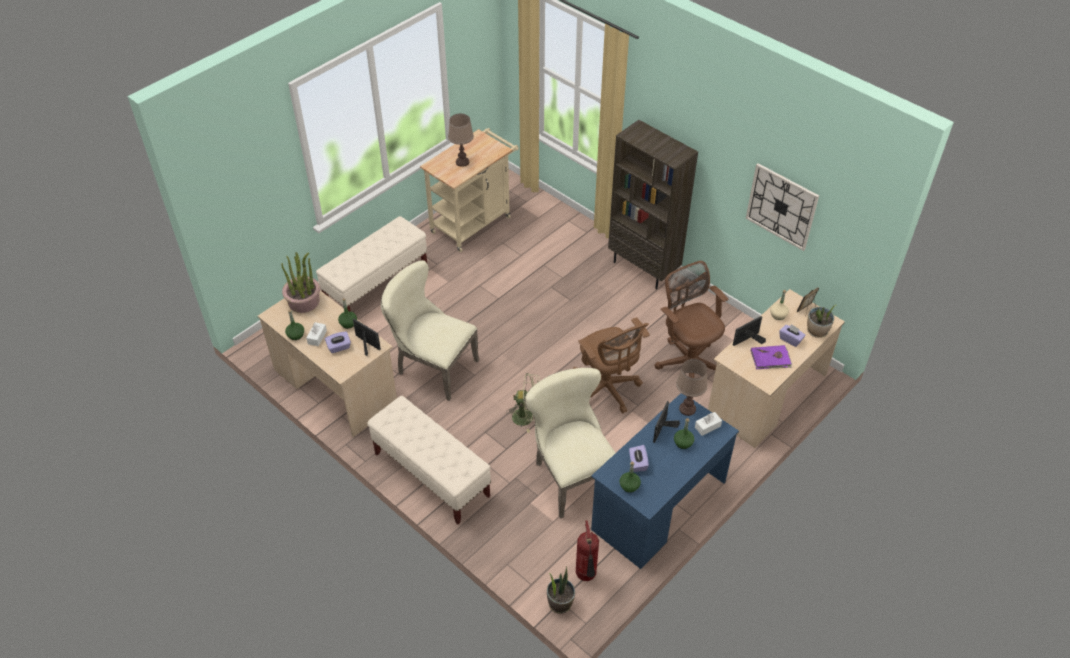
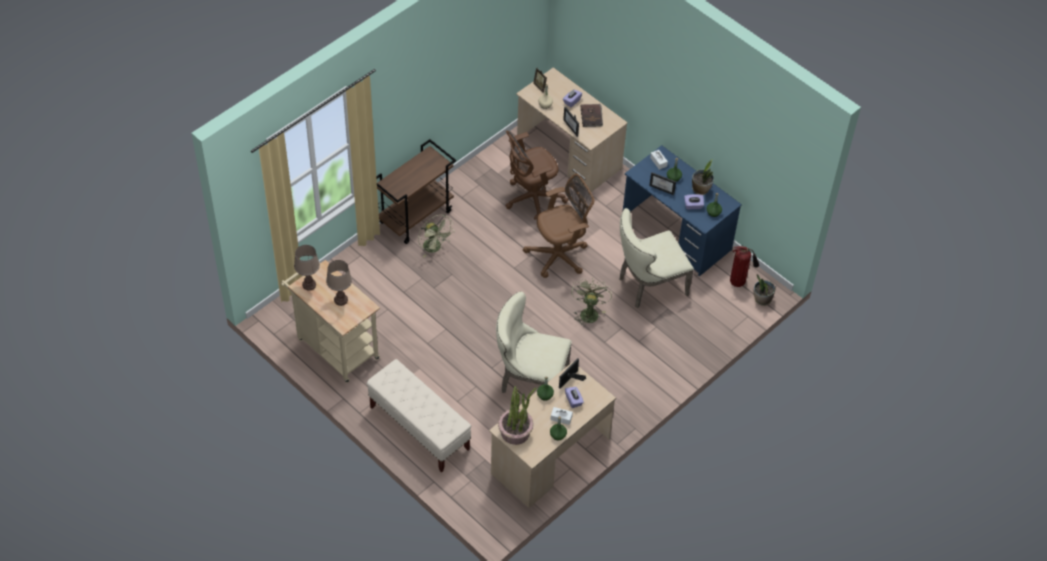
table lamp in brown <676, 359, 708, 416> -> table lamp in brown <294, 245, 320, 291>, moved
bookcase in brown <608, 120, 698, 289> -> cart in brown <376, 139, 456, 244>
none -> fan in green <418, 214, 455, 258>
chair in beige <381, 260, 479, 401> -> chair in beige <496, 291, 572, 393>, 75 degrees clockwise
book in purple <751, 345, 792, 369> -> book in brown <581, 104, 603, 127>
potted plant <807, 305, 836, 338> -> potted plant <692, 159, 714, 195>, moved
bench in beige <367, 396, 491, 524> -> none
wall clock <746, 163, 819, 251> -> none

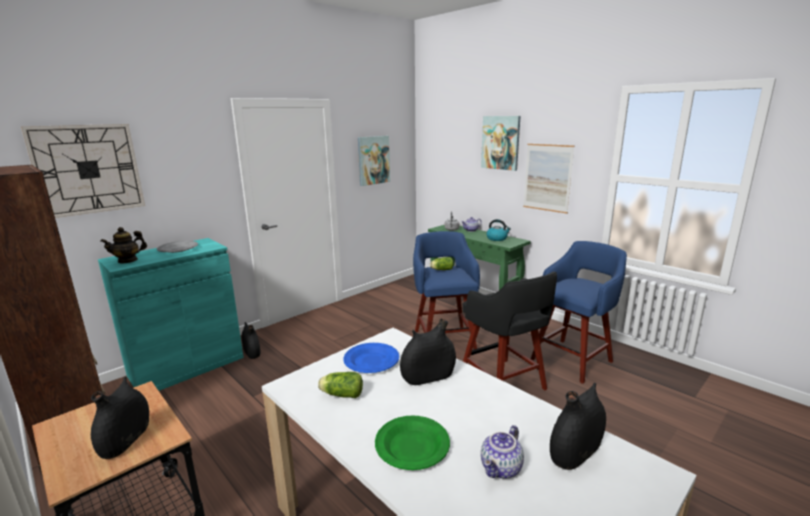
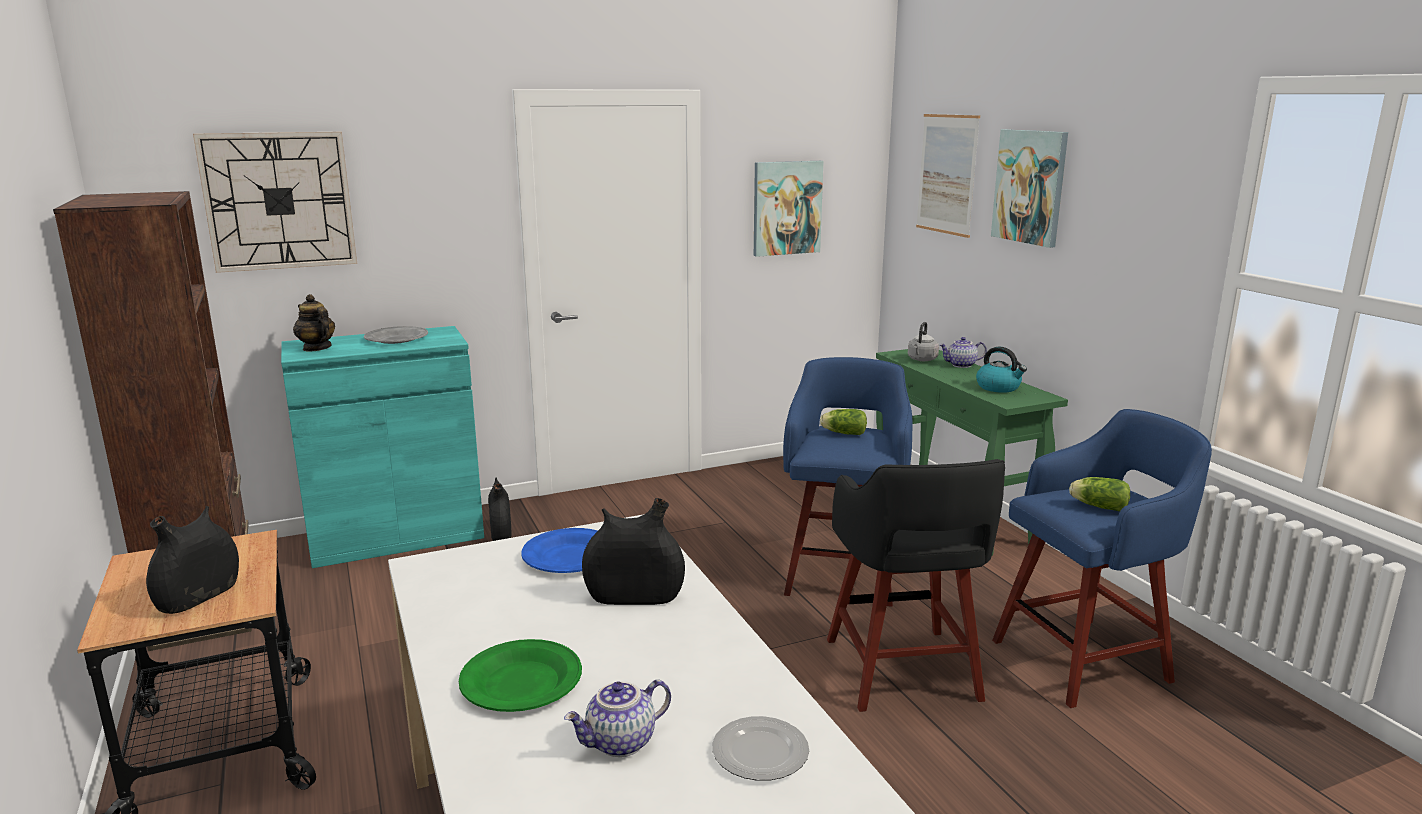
teapot <101, 227, 147, 264> -> teapot <293, 294, 335, 351>, 60 degrees clockwise
vase in black <550, 383, 606, 470> -> plate <712, 716, 809, 781>
picture <523, 144, 575, 214> -> picture <916, 114, 980, 238>, moved
lettuce <318, 372, 363, 398> -> lettuce <1069, 477, 1130, 511>, moved

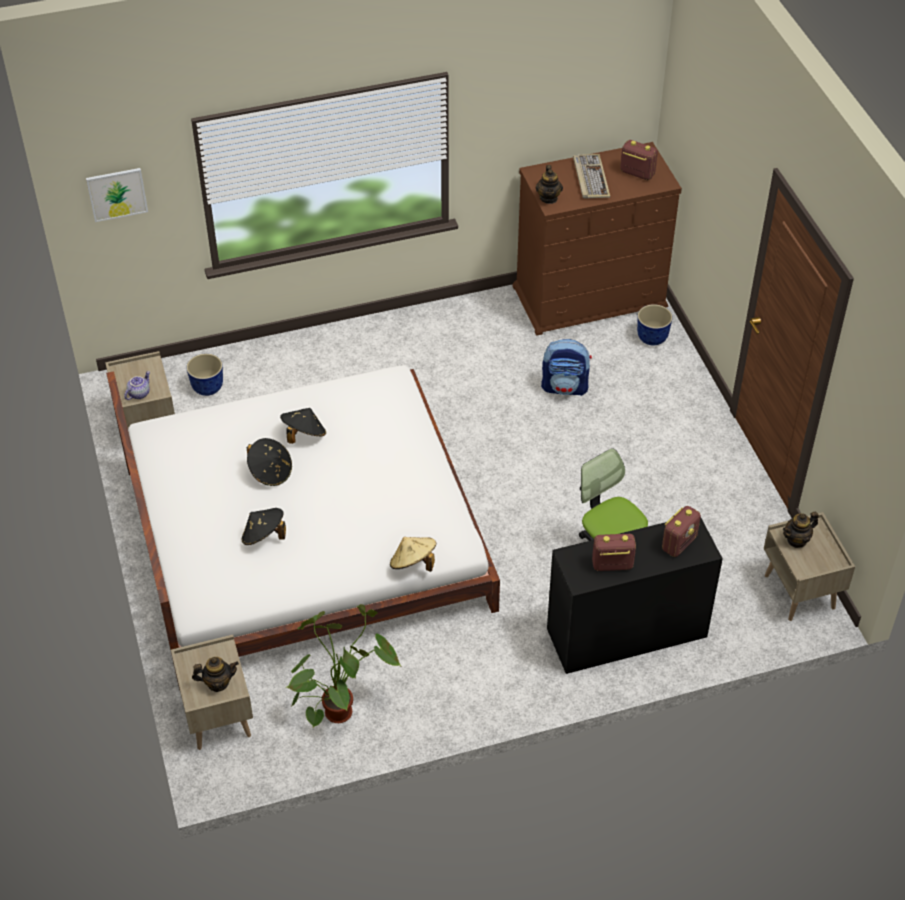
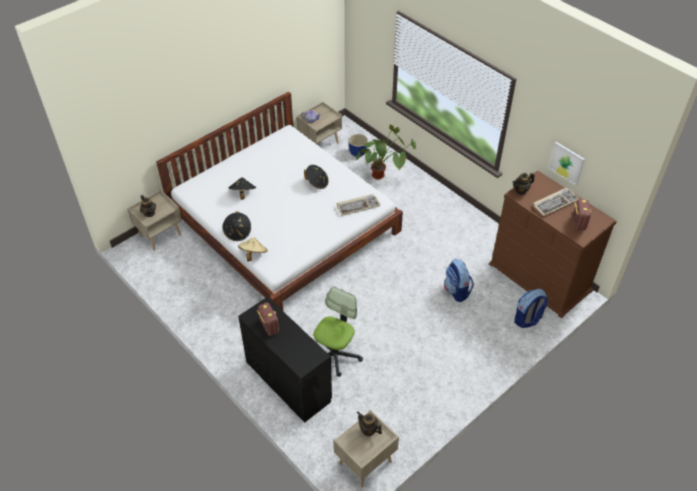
hat in black <247, 438, 292, 486> -> hat in black <222, 211, 251, 241>, moved
none -> keyboard <337, 194, 380, 216>
potted plant <286, 604, 402, 727> -> potted plant <356, 125, 416, 180>, moved
planter <637, 304, 673, 346> -> backpack <514, 289, 548, 328>
picture <86, 168, 148, 222> -> picture <549, 142, 585, 185>, moved
radio <662, 506, 701, 557> -> none

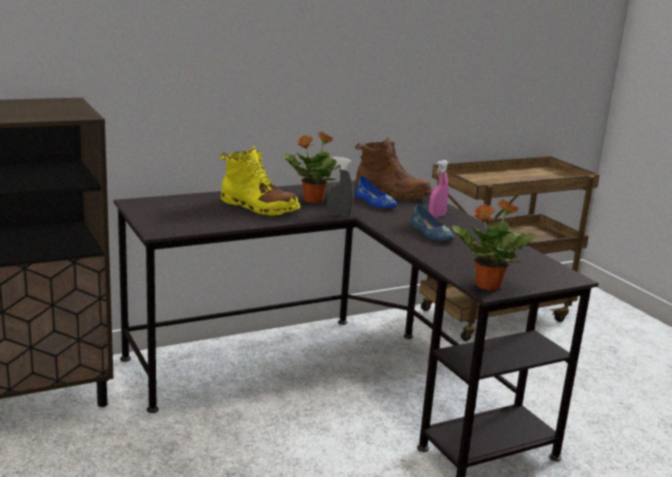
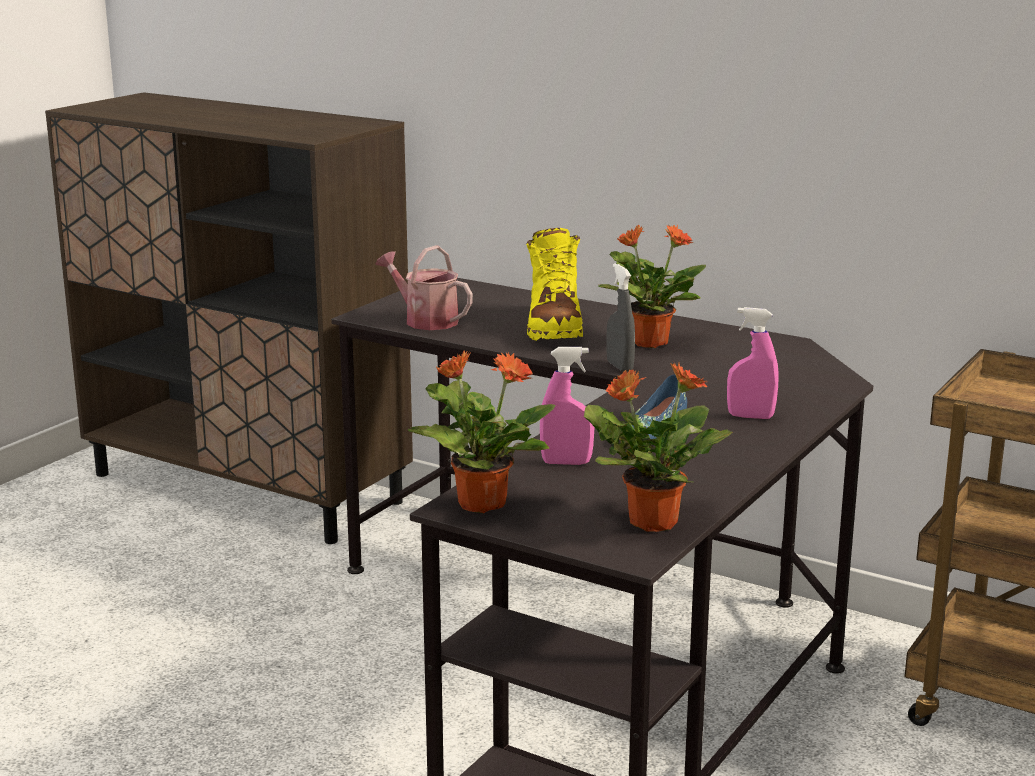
none -> watering can <375, 245, 473, 330>
none -> spray bottle in pink <540, 347, 595, 465>
none -> potted plant <584, 362, 733, 532>
boot in brown <355, 137, 433, 200> -> none
shoe in blue <355, 177, 397, 208> -> none

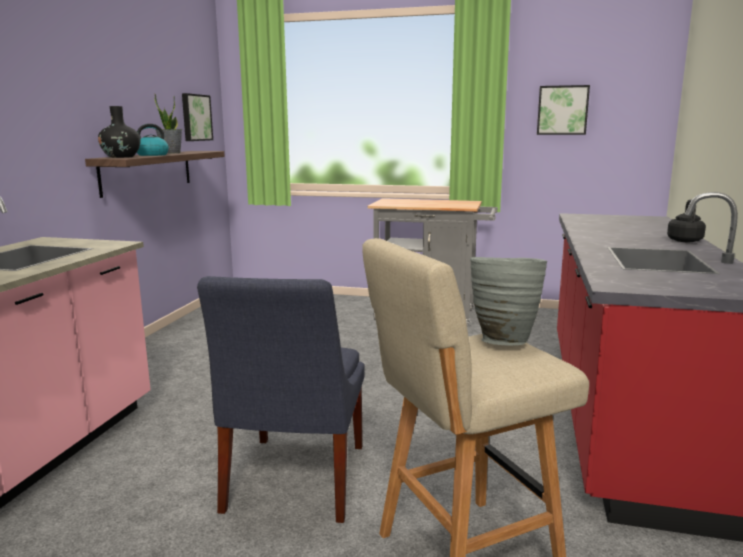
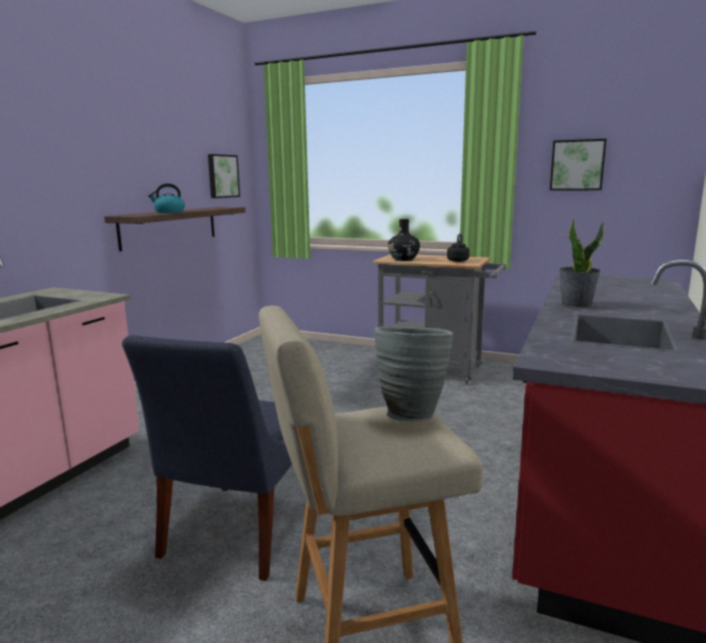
vase in black <98, 106, 141, 158> -> vase in black <388, 219, 420, 261>, moved
kettle in black <667, 200, 706, 242> -> kettle in black <447, 234, 469, 262>, moved
potted plant <155, 94, 182, 154> -> potted plant <559, 219, 604, 308>, moved

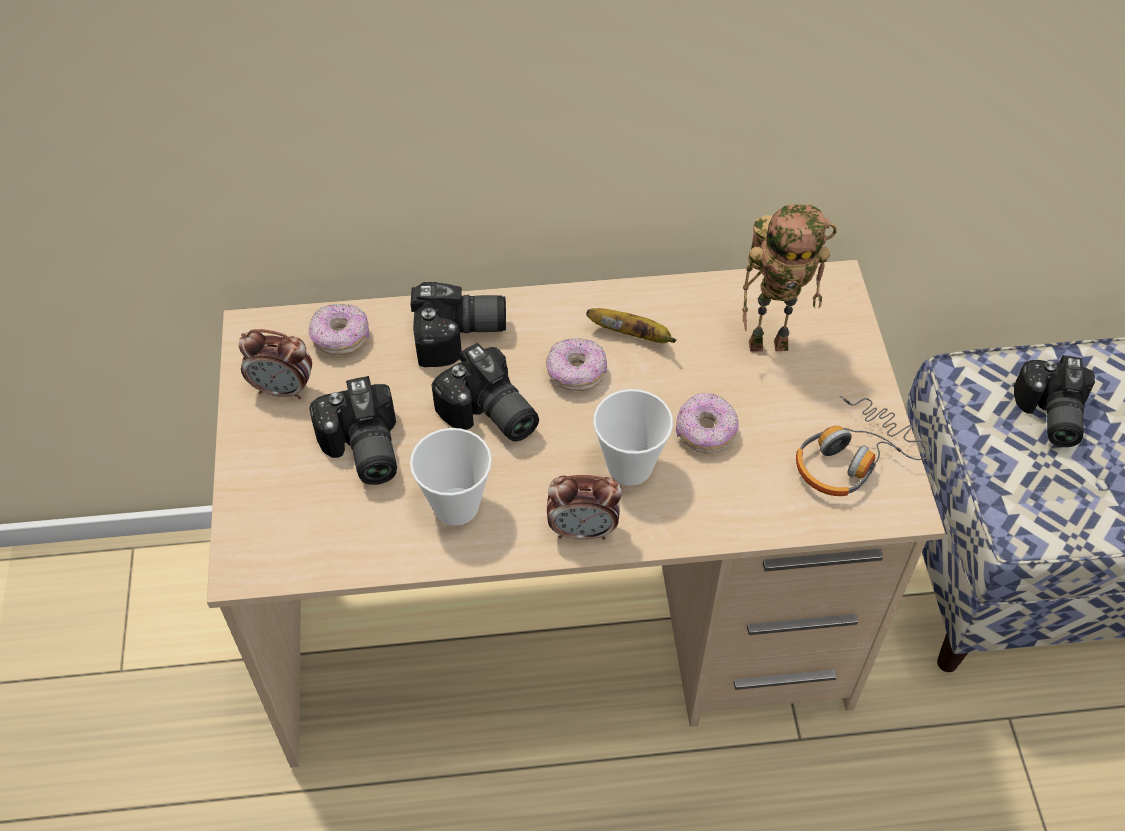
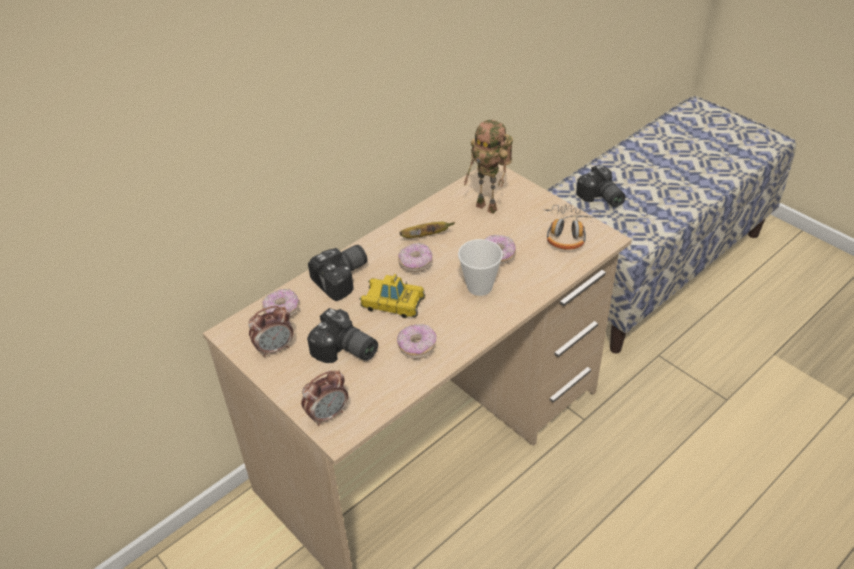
alarm clock <547, 475, 622, 540> -> alarm clock <301, 370, 348, 426>, moved
photo camera <431, 343, 539, 442> -> toy car <360, 274, 425, 318>
cup <410, 428, 492, 526> -> donut <397, 324, 436, 359>
toy robot <742, 204, 837, 352> -> toy robot <464, 120, 513, 214>, 75 degrees clockwise

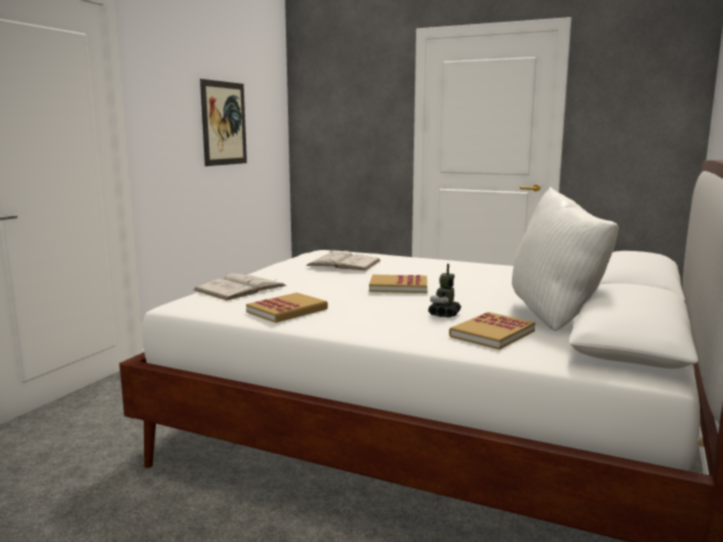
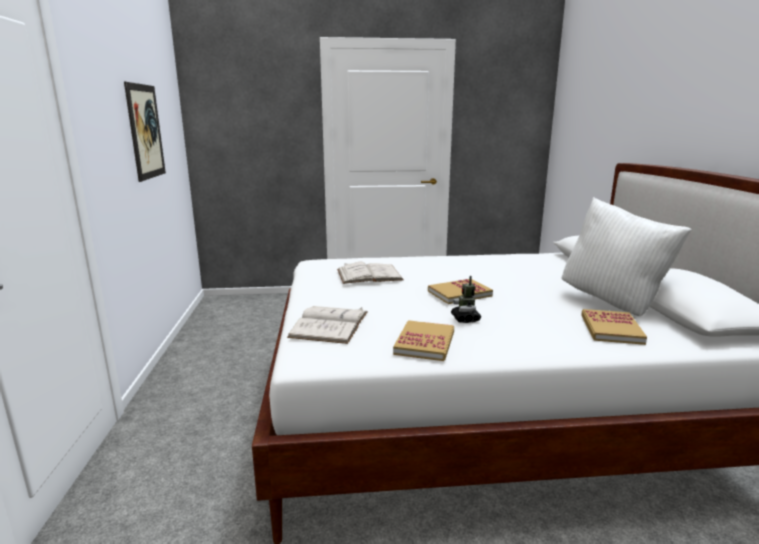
toy robot <428, 264, 461, 317> -> toy robot <451, 276, 481, 323>, moved

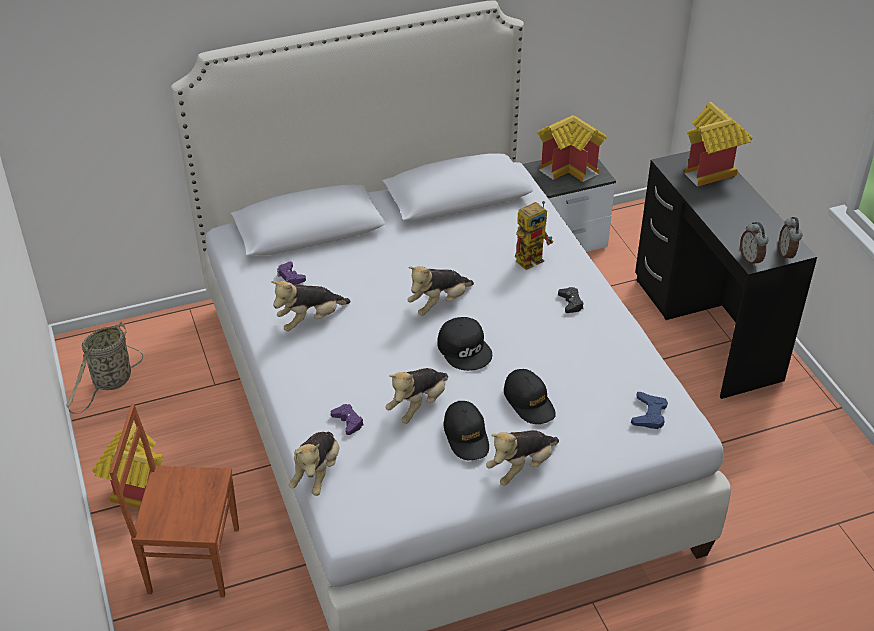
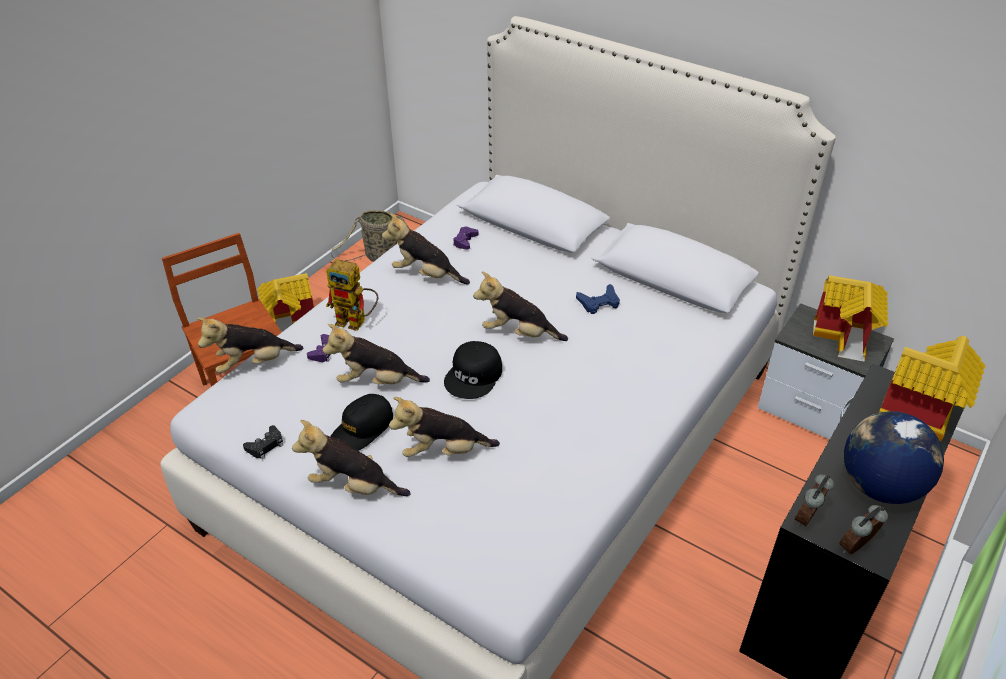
game controller in black <558, 287, 584, 313> -> game controller in black <243, 425, 283, 459>, moved
toy robot <515, 201, 554, 270> -> toy robot <326, 259, 378, 331>, moved
cap in black <504, 369, 556, 424> -> plush toy <389, 397, 500, 457>
game controller in blue <631, 392, 668, 429> -> game controller in blue <576, 284, 620, 314>, moved
none -> globe <844, 411, 944, 504>

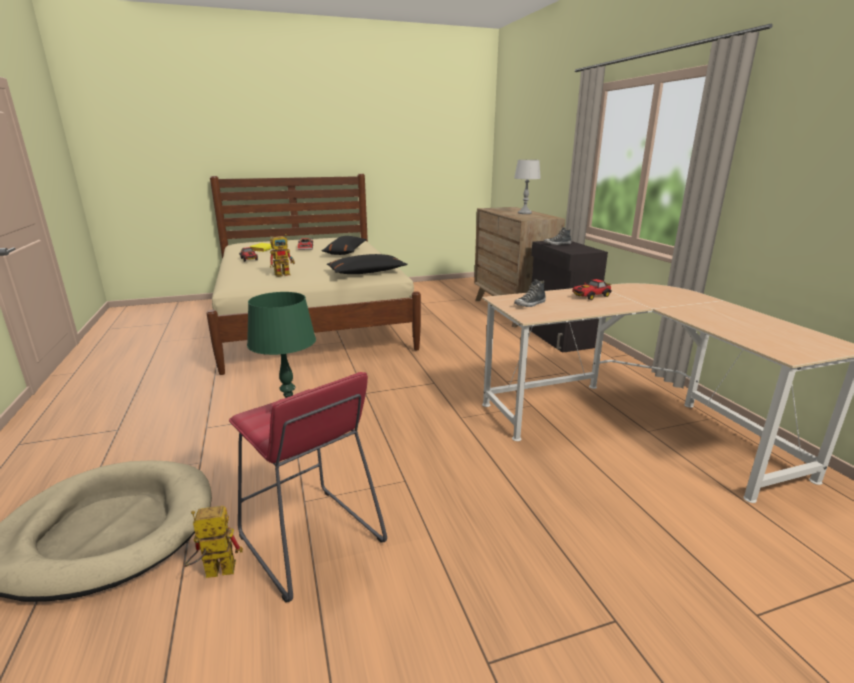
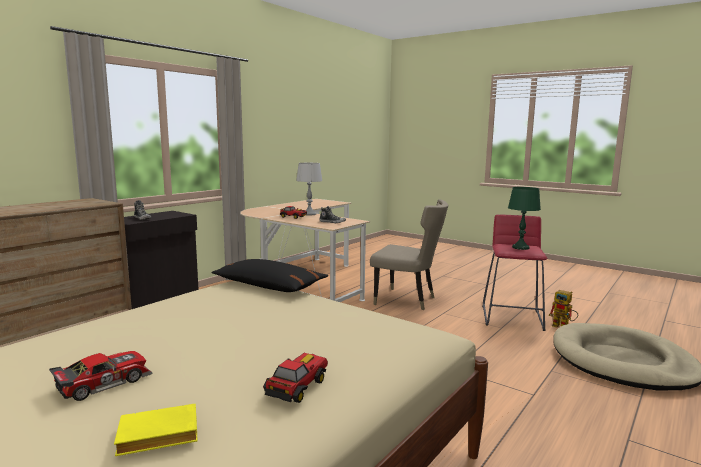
table lamp in grey <514, 160, 541, 214> -> table lamp in grey <296, 163, 323, 215>, moved
none -> chair in beige <370, 199, 448, 310>
toy robot <270, 234, 295, 277> -> none
pillow in black <322, 236, 367, 255> -> none

